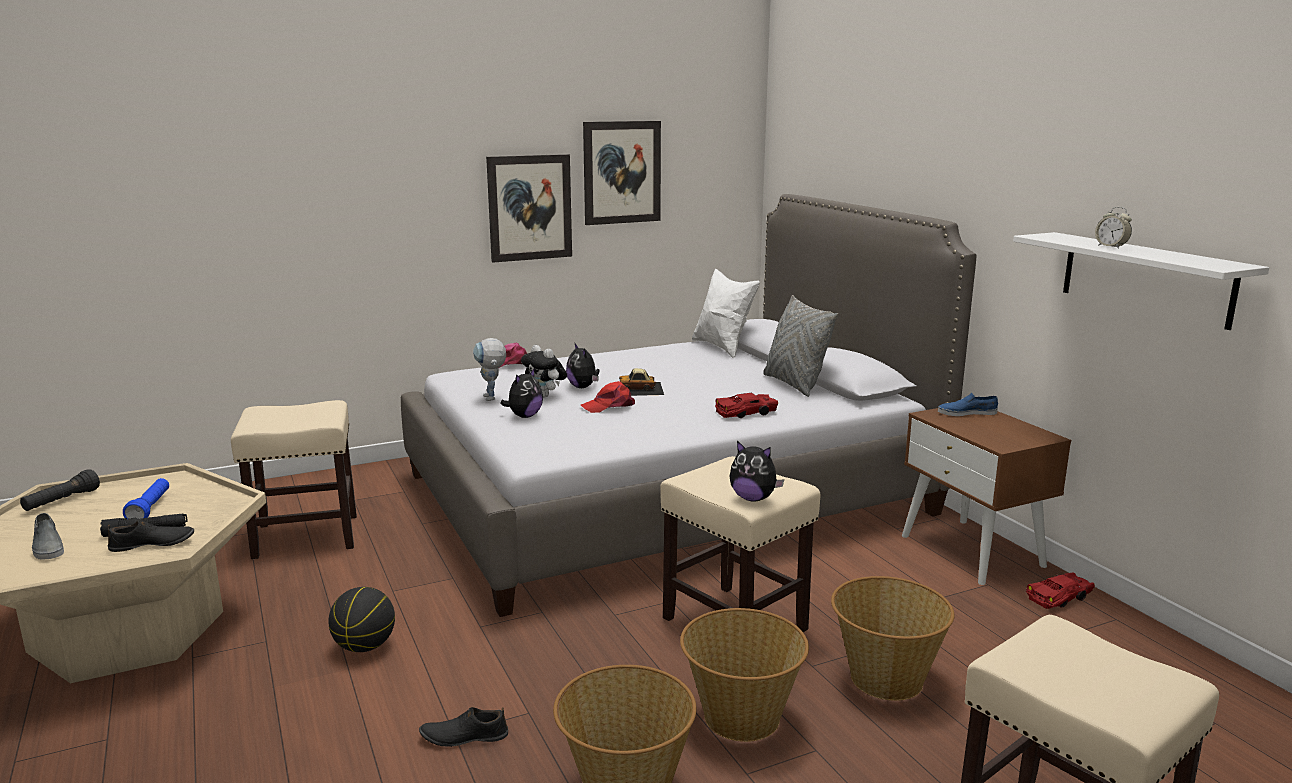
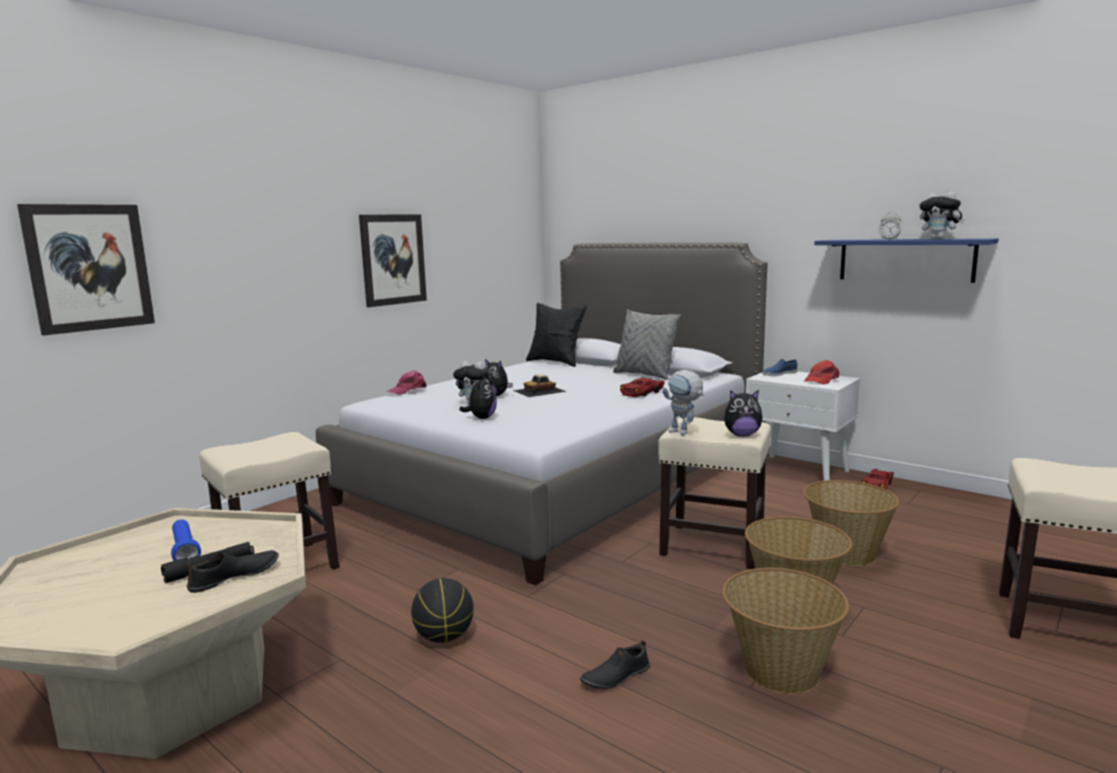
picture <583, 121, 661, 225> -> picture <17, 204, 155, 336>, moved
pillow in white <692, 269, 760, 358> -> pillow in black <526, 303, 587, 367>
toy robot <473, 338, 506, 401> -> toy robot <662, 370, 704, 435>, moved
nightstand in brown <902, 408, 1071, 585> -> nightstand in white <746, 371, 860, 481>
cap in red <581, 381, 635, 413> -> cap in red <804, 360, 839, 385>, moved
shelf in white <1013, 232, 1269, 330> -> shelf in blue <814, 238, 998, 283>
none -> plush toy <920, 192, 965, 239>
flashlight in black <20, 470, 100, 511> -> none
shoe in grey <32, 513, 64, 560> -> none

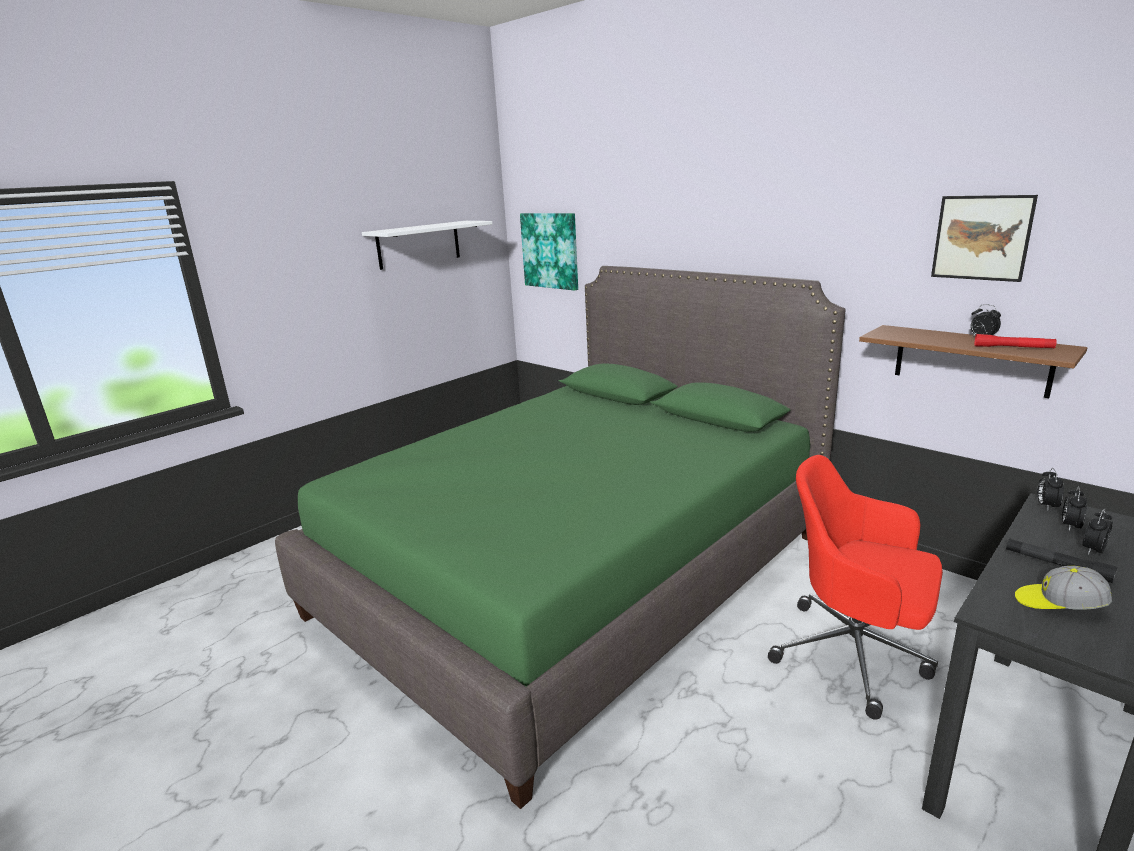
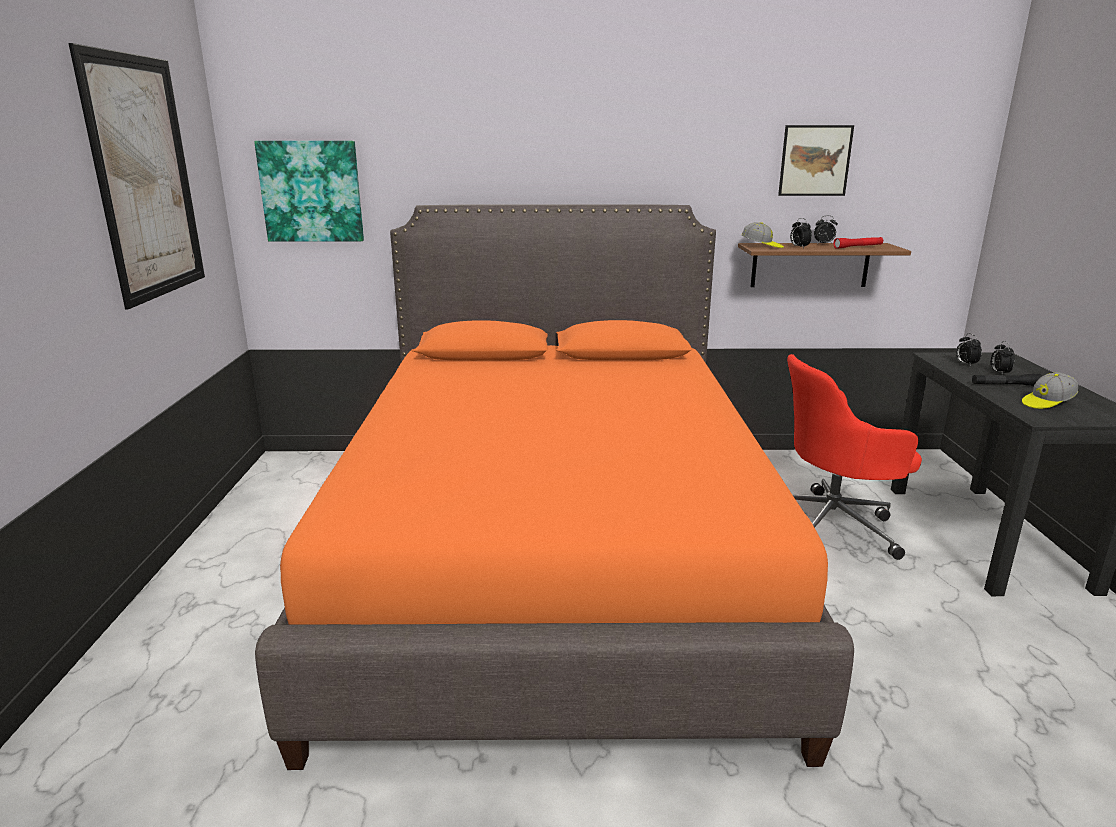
shelf in white <362, 221, 492, 270> -> picture <68, 43, 205, 310>
bed in green <275, 266, 845, 809> -> bed in orange <255, 204, 854, 770>
none -> cap <742, 222, 784, 248>
alarm clock <1037, 468, 1064, 510> -> alarm clock <790, 218, 812, 249>, moved

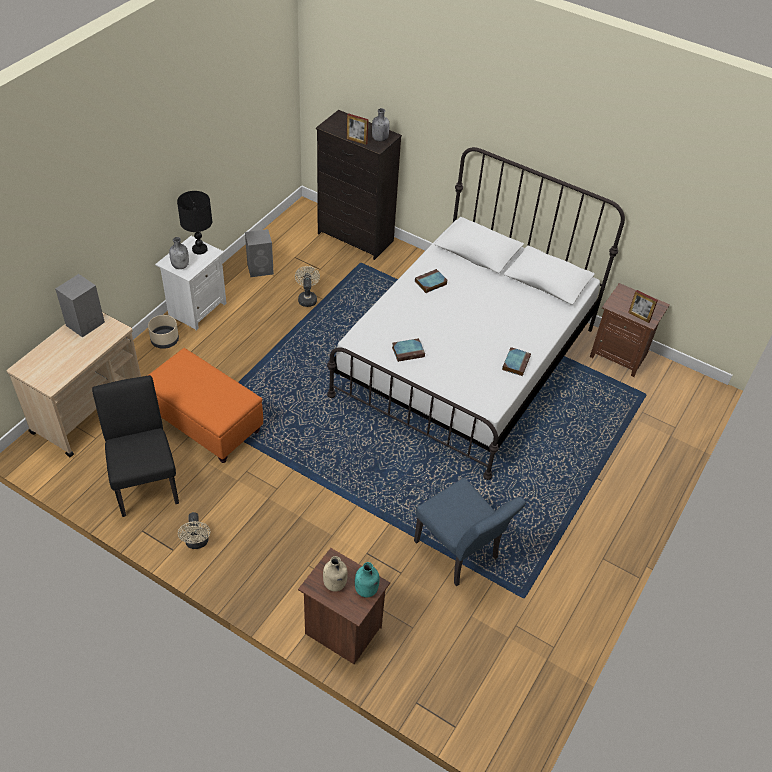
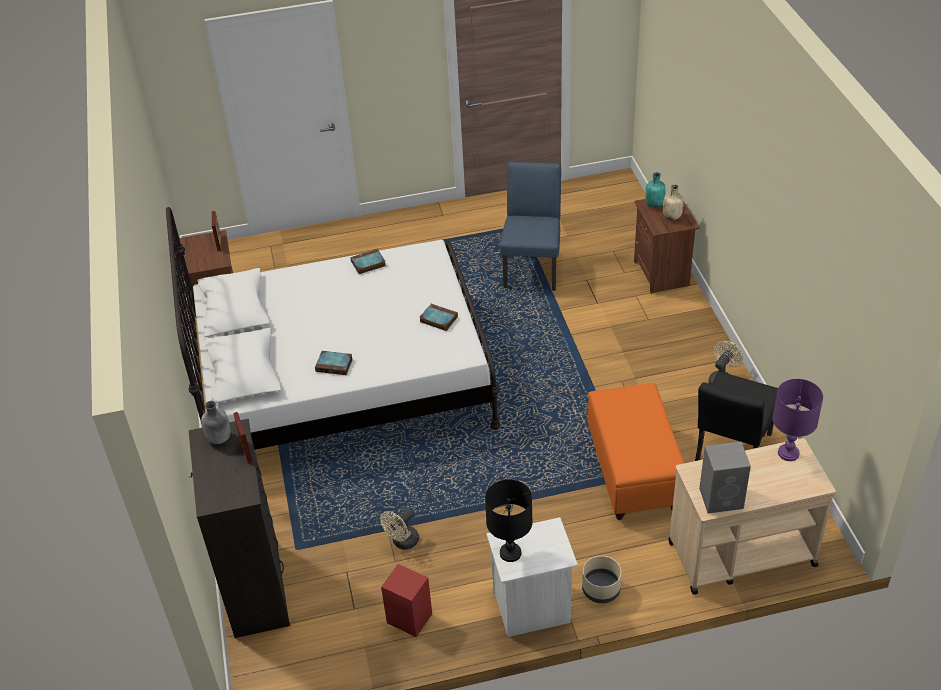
speaker in grey <245, 229, 274, 277> -> speaker in red <381, 564, 432, 637>
none -> table lamp in purple <772, 379, 823, 461>
bottle in grey <169, 237, 189, 269> -> none

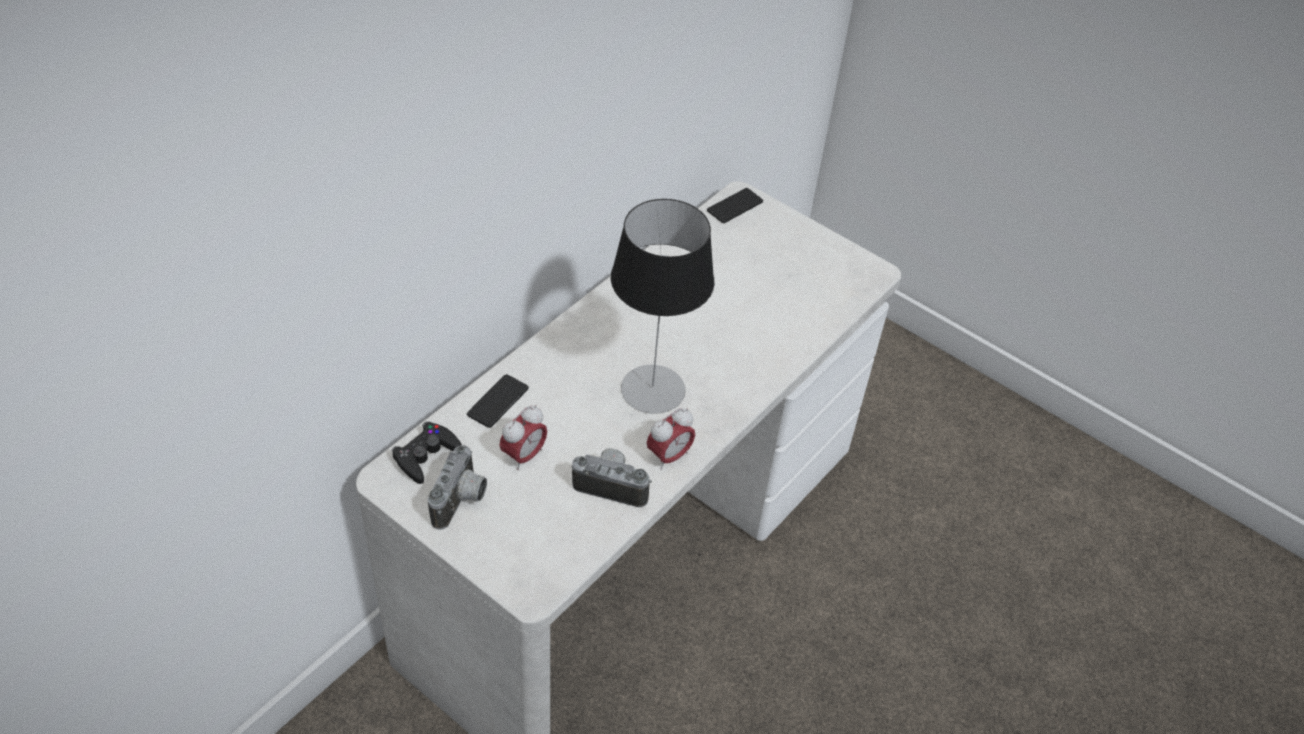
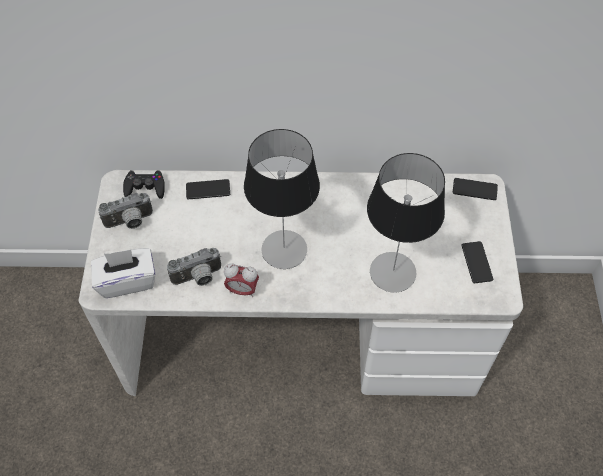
none -> tissue box in white <91, 248, 155, 298>
photo camera <572, 448, 652, 507> -> photo camera <167, 248, 221, 286>, 90 degrees clockwise
none -> table lamp <367, 153, 445, 293>
none -> phone <461, 241, 493, 283>
alarm clock <500, 405, 547, 470> -> none

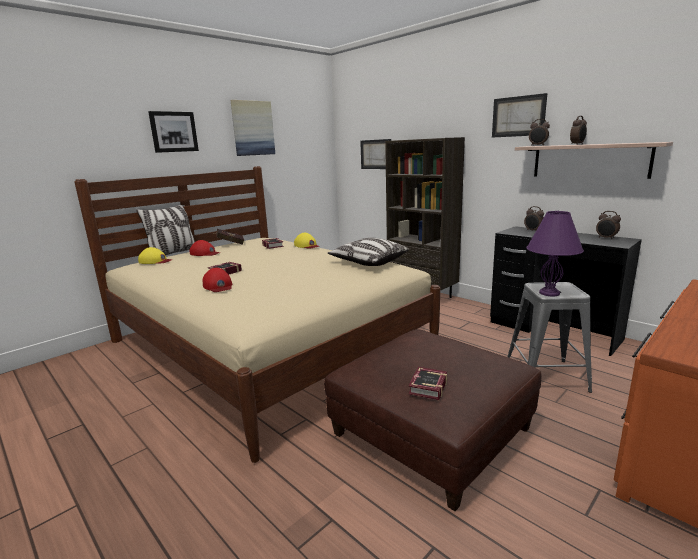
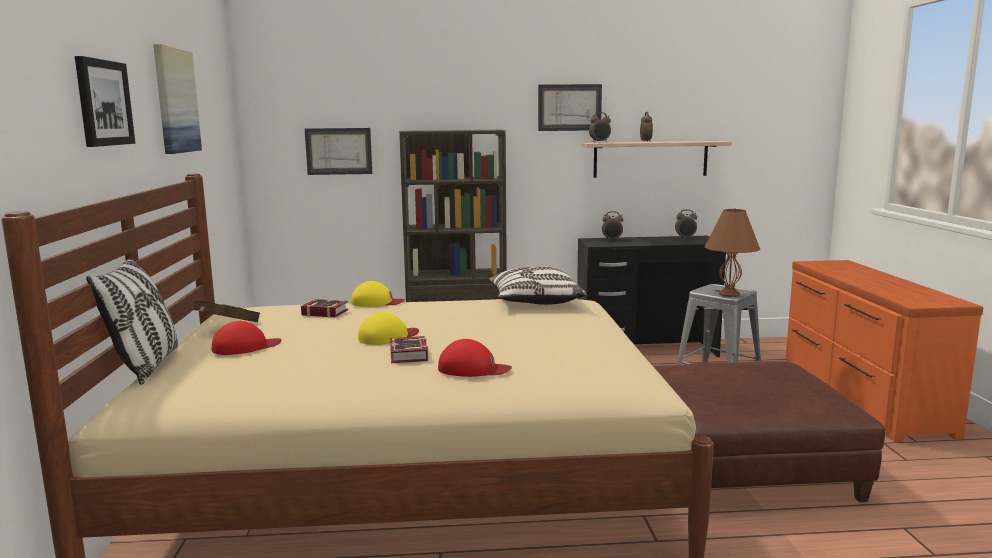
cap in yellow <138, 247, 172, 264> -> cap in yellow <358, 312, 419, 345>, moved
table lamp in purple <526, 211, 584, 296> -> table lamp in brown <705, 208, 760, 297>
book <408, 367, 447, 400> -> none

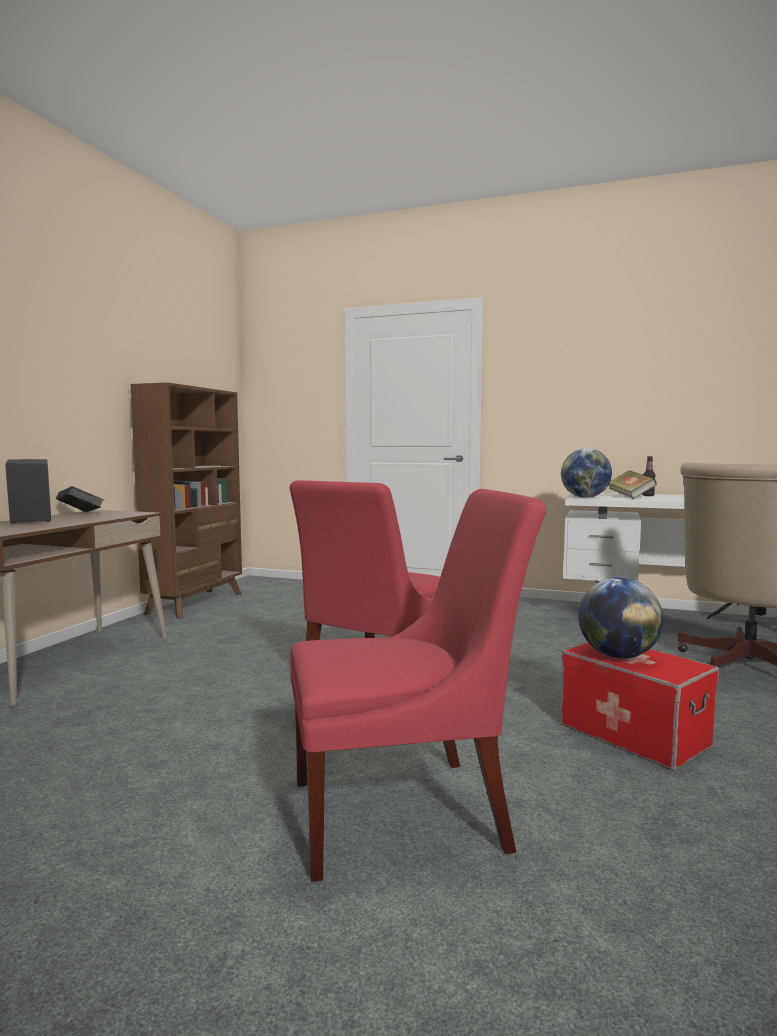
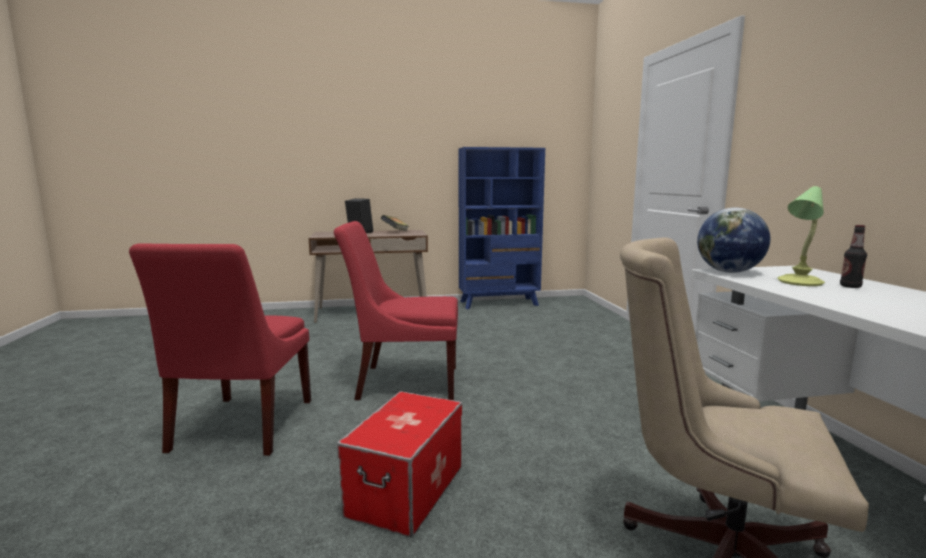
chair in red <290, 489, 546, 882> -> chair in red <129, 243, 311, 456>, 45 degrees clockwise
bookcase in brown <131, 382, 242, 619> -> bookcase in blue <459, 147, 545, 309>
book <609, 470, 657, 499> -> table lamp <777, 186, 825, 286>
globe <578, 577, 663, 658> -> none

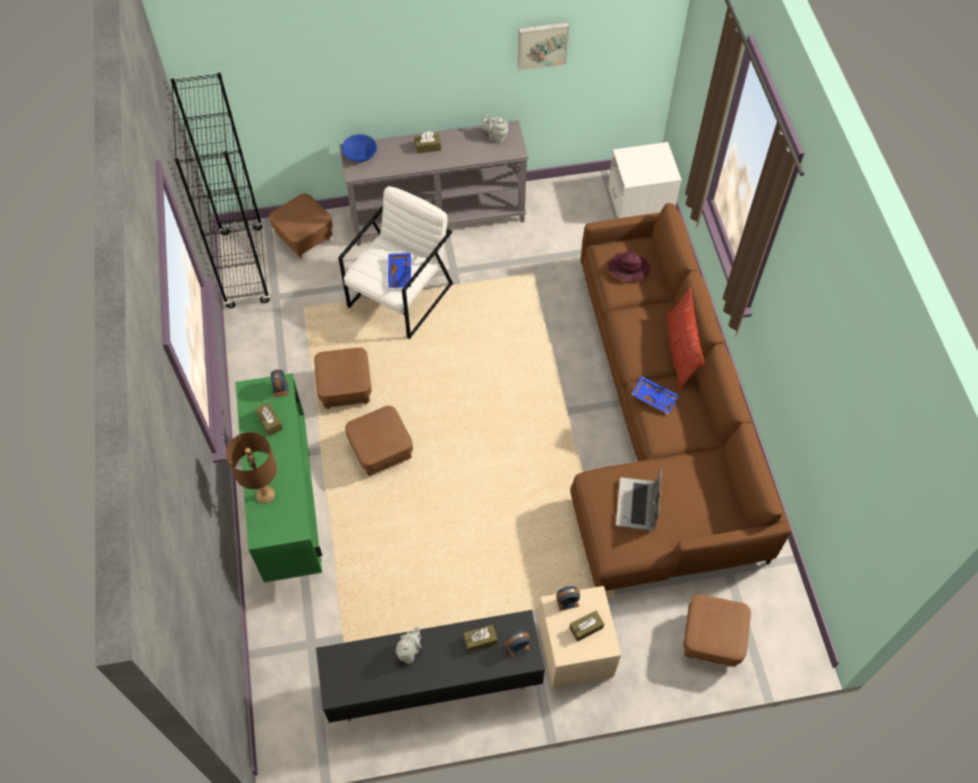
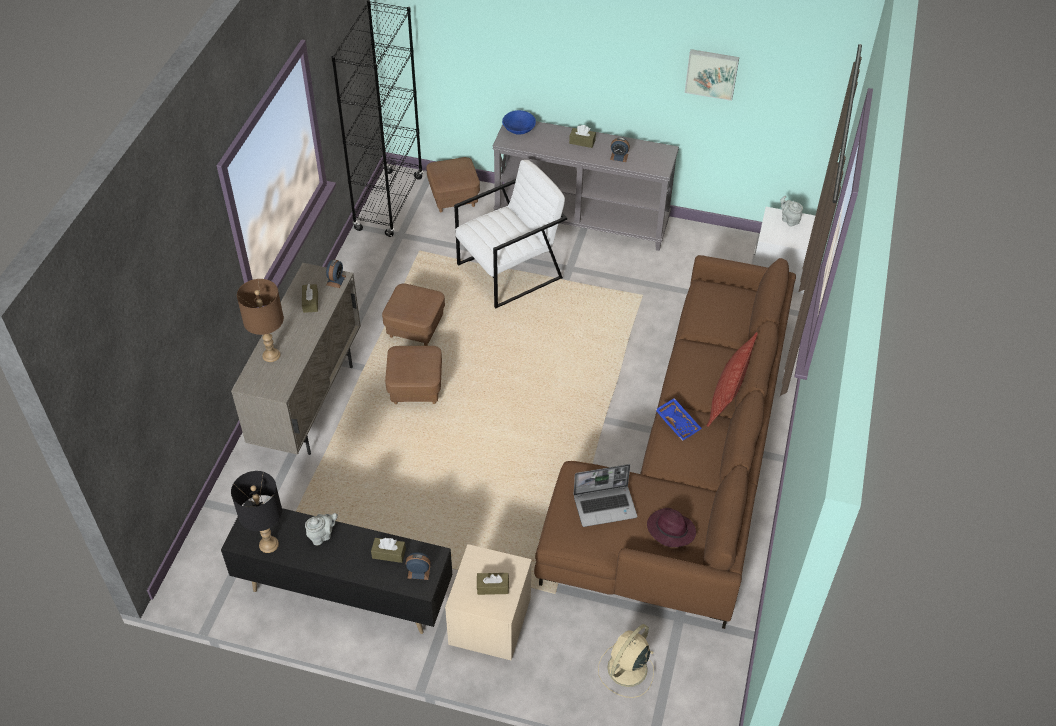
cabinet in green <235, 373, 323, 583> -> cabinet in beige <231, 263, 361, 455>
none -> table lamp in black <231, 471, 282, 553>
laptop <616, 466, 662, 531> -> laptop <574, 464, 637, 527>, 135 degrees counterclockwise
ottoman in brown <683, 594, 751, 667> -> fan in beige <598, 624, 654, 698>
alarm clock <556, 586, 580, 611> -> alarm clock <610, 137, 630, 162>, moved
hat in purple <608, 252, 650, 283> -> hat in purple <647, 508, 696, 547>, moved
teapot in grey <482, 115, 508, 143> -> teapot in grey <780, 196, 803, 226>, moved
tray in blue <388, 253, 411, 288> -> none

